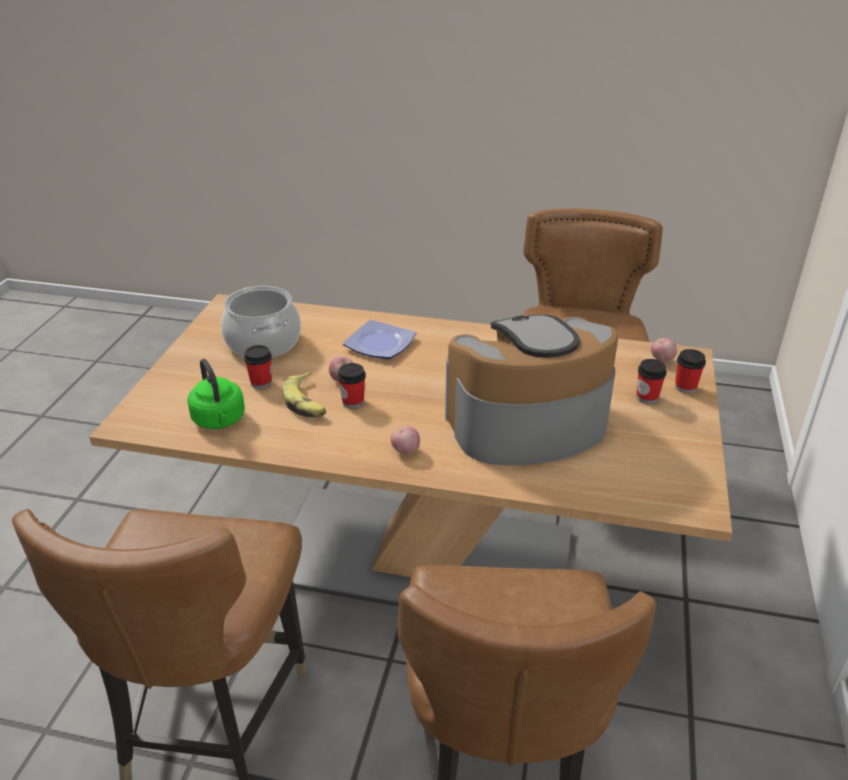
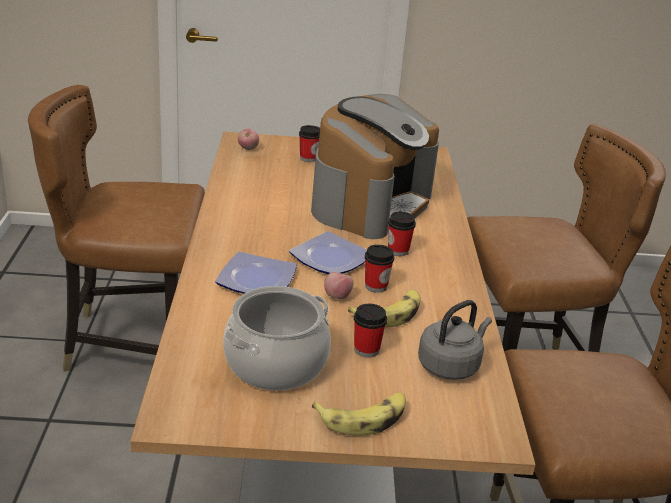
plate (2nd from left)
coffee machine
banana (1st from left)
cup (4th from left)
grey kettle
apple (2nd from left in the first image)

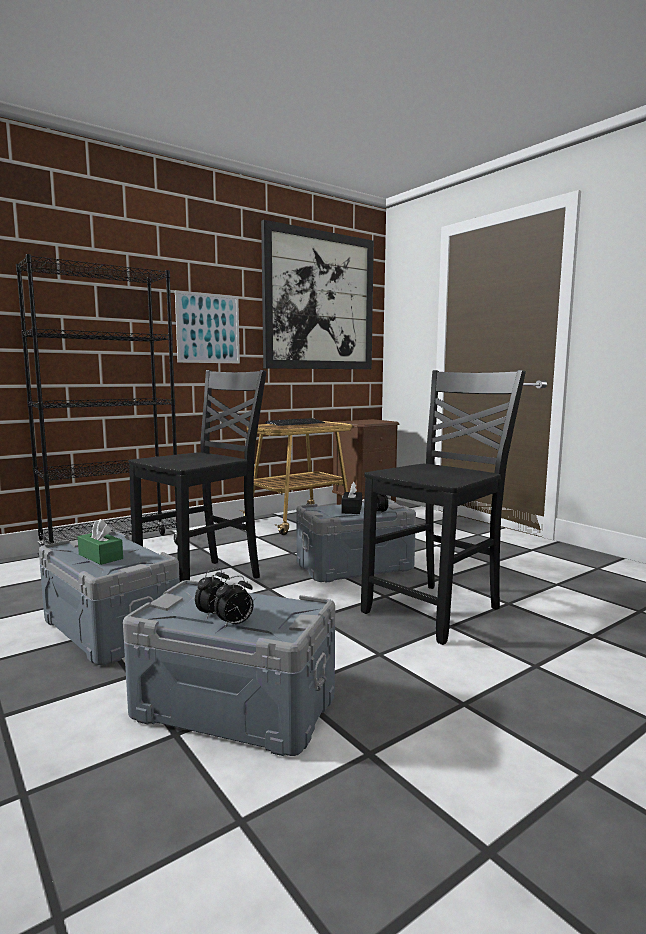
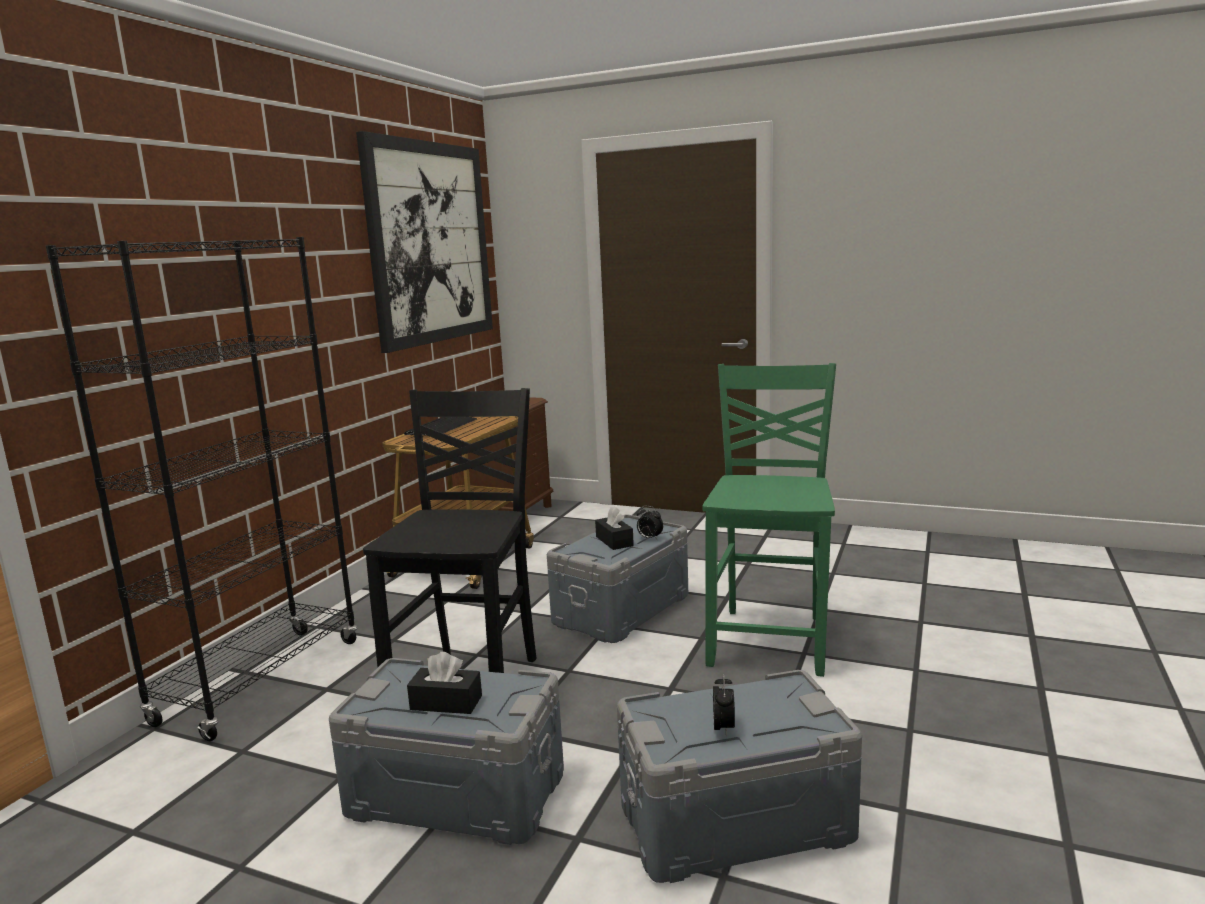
black tissue box (1st from left)
green chair
picture (1st from left in the first image)
alarm clock (2nd from left in the first image)

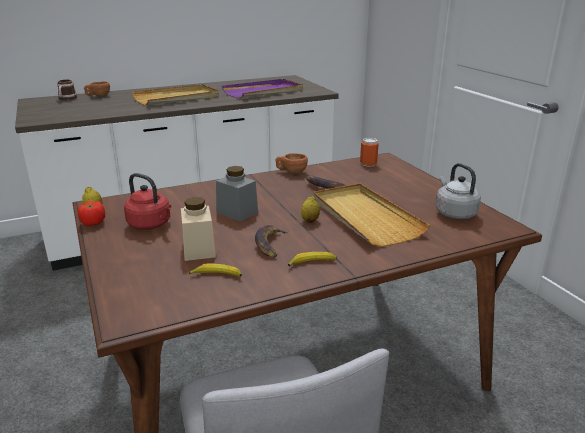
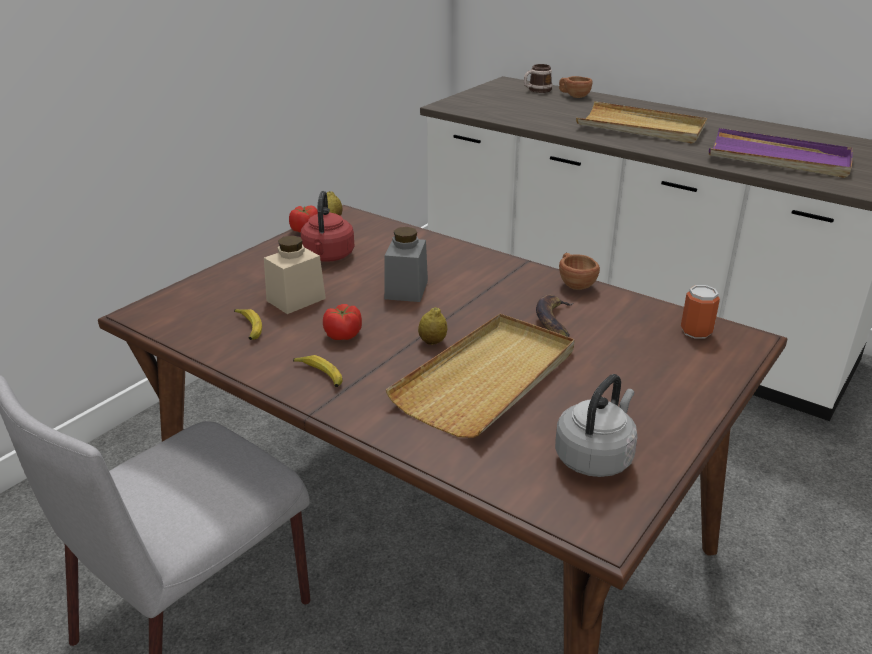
tomato (2nd from left)

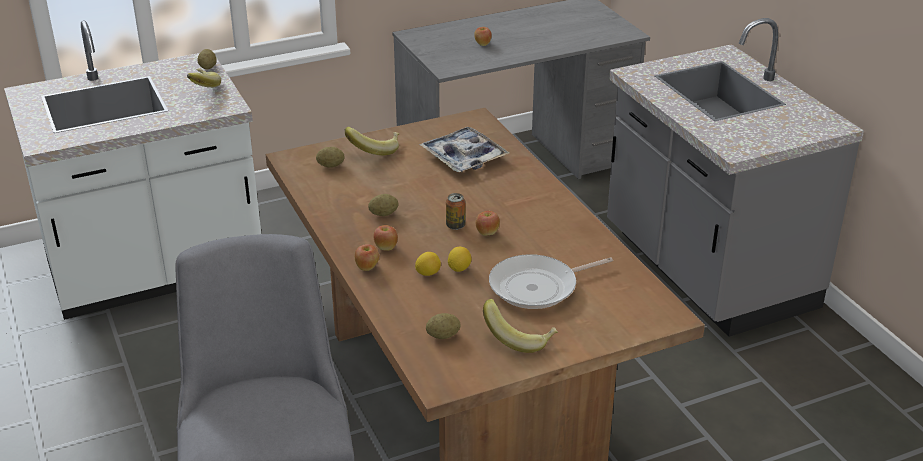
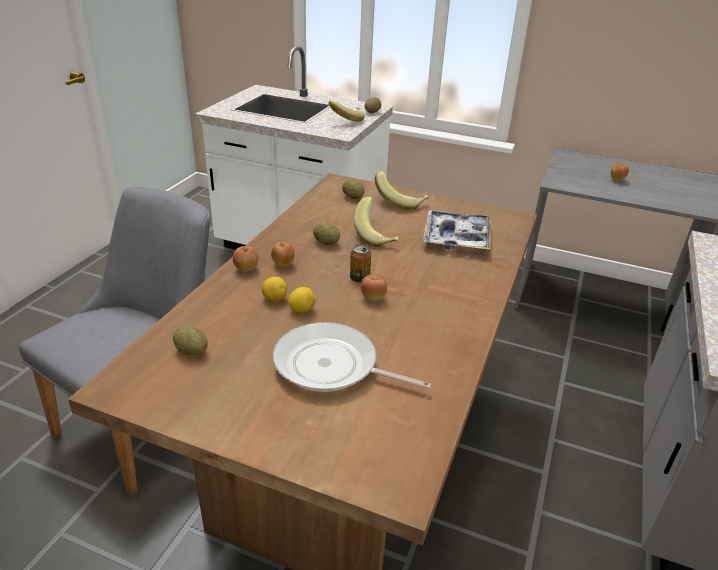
banana (2nd from left)

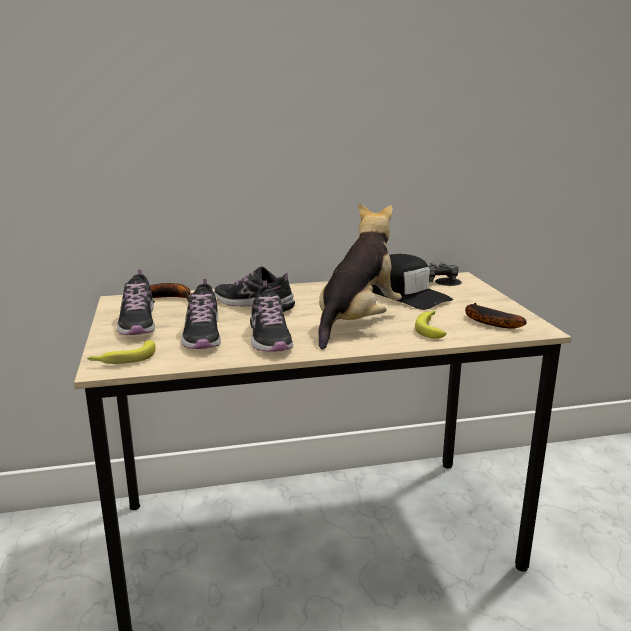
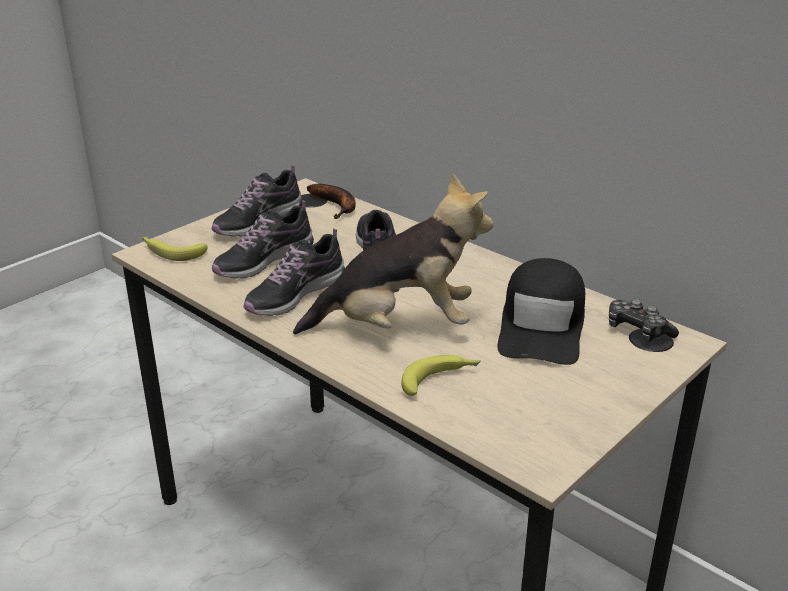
banana (4th from left in the first image)

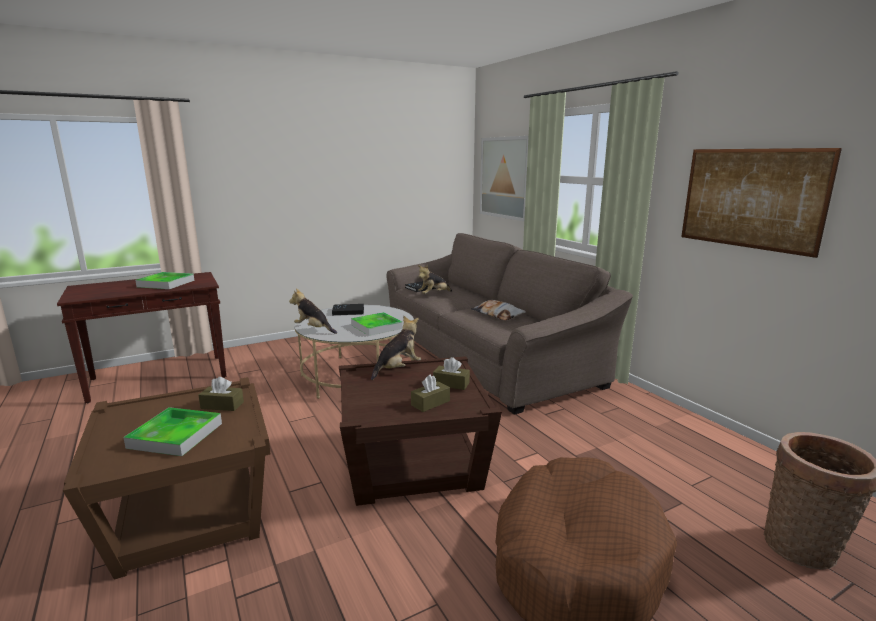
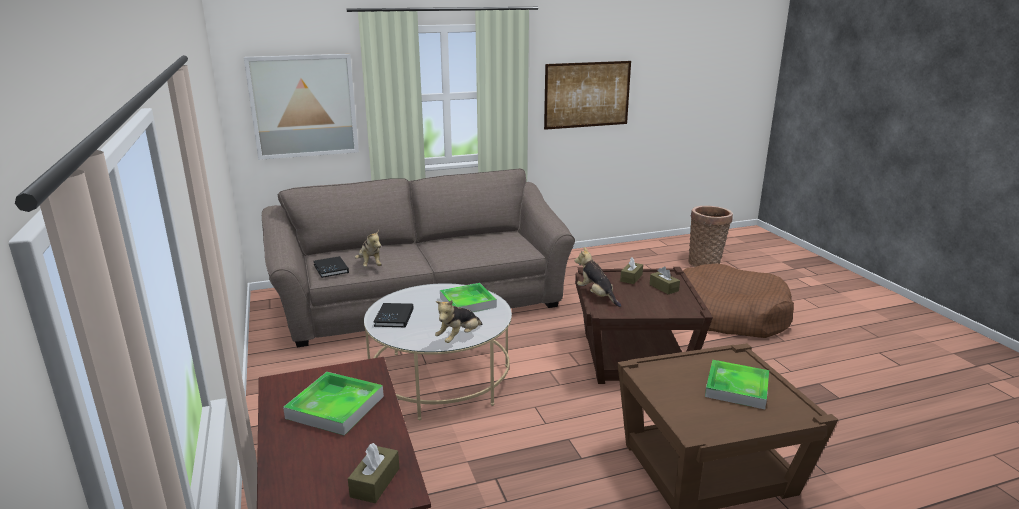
brown tissue box (1st from left)
pillow

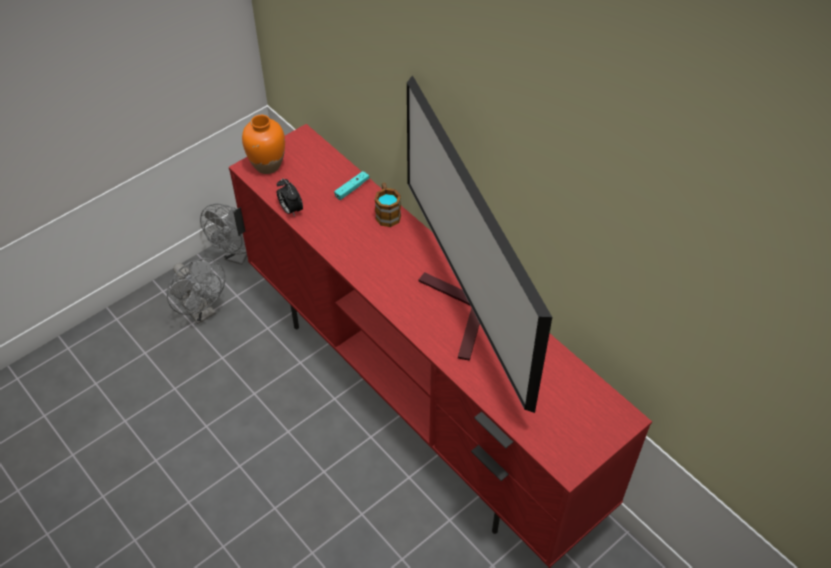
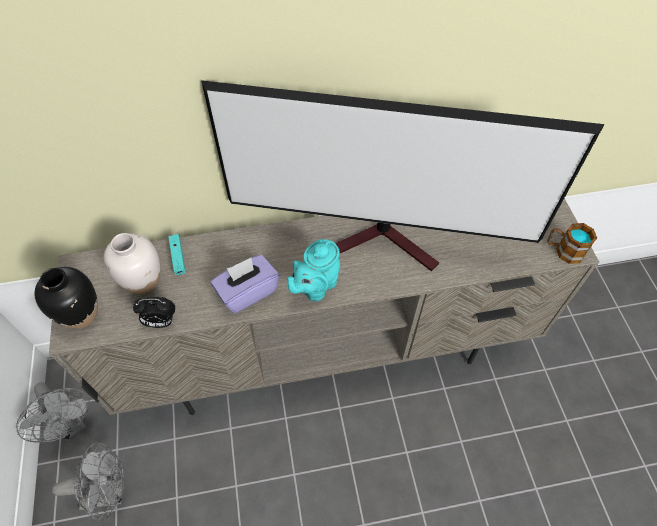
black vase
beige tv stand
white vase
purple tissue box
turquoise teapot
mug

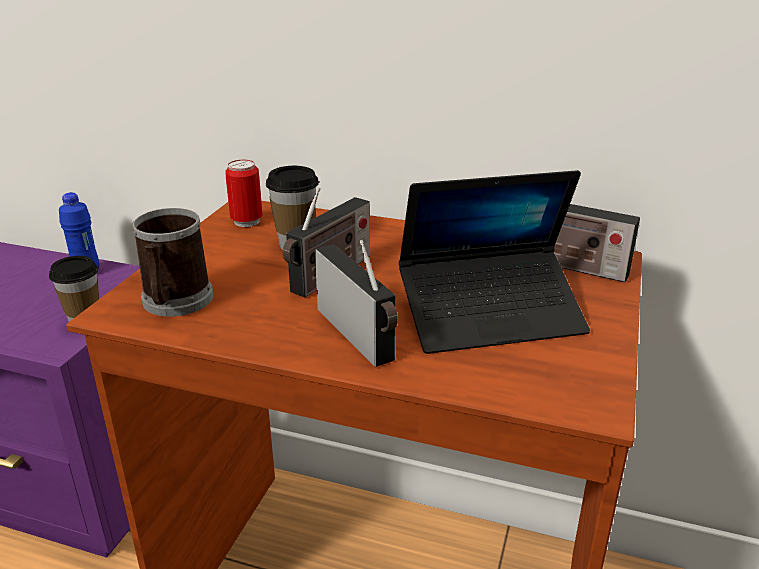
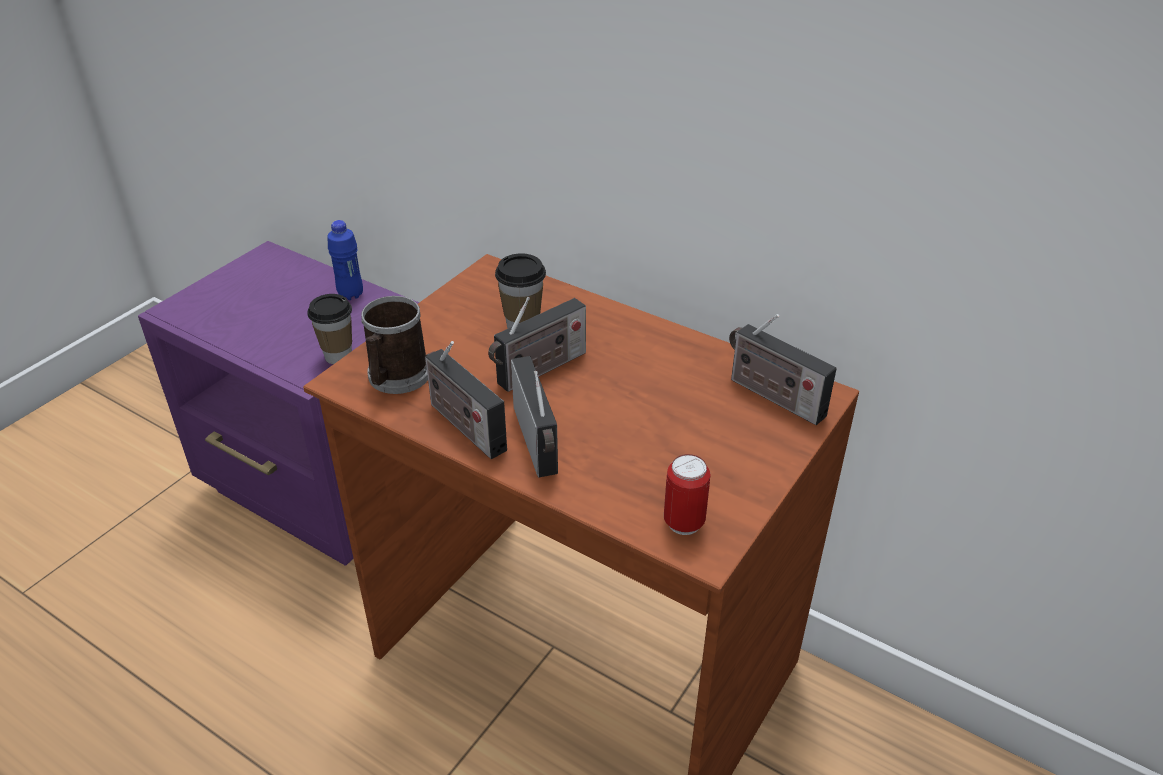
radio (1st from left)
can
laptop

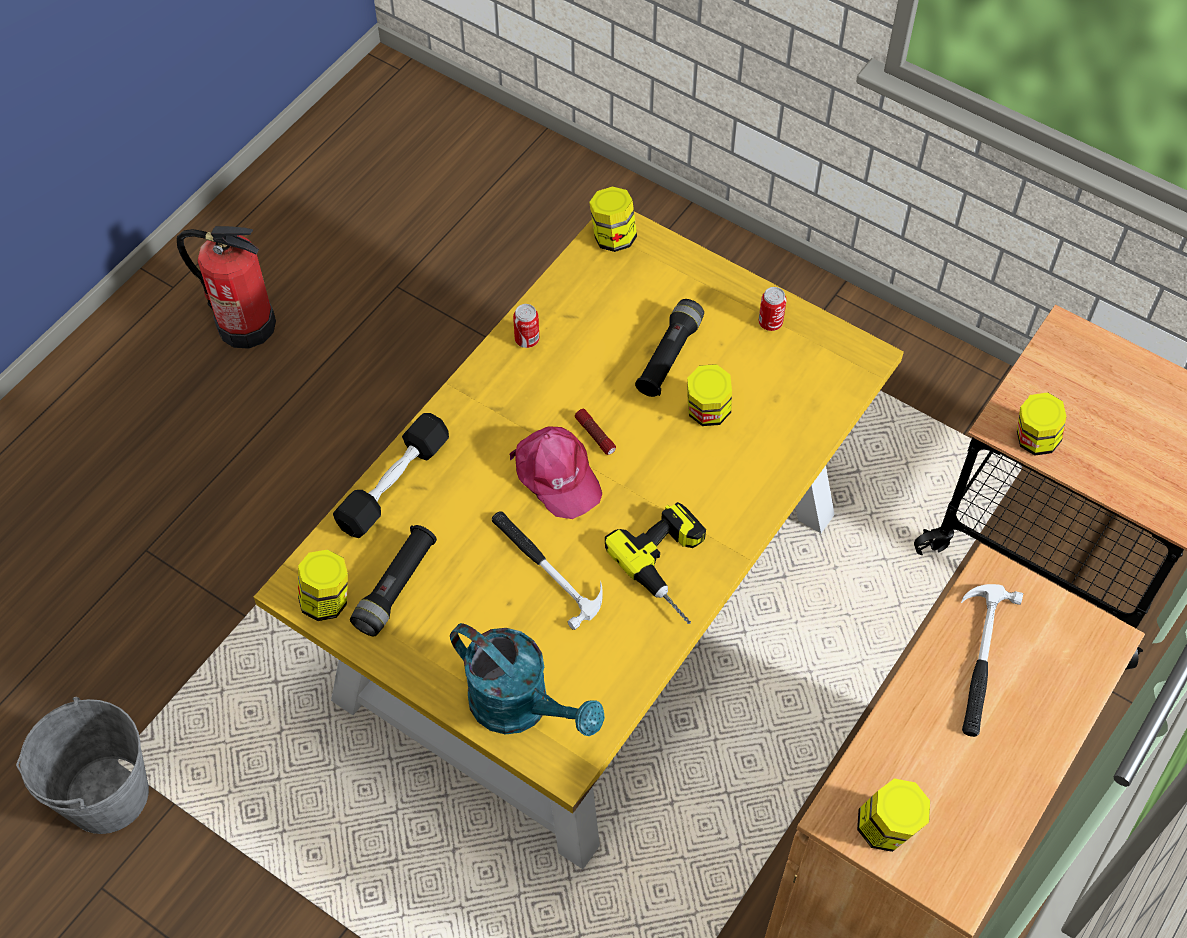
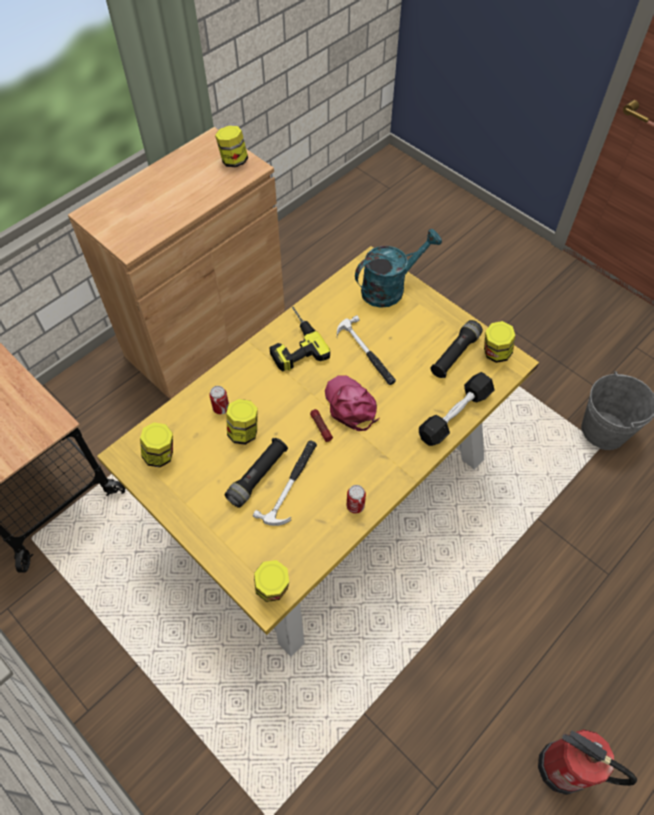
jar (1st from left)
can (1st from left)
hammer (1st from left)
turquoise watering can

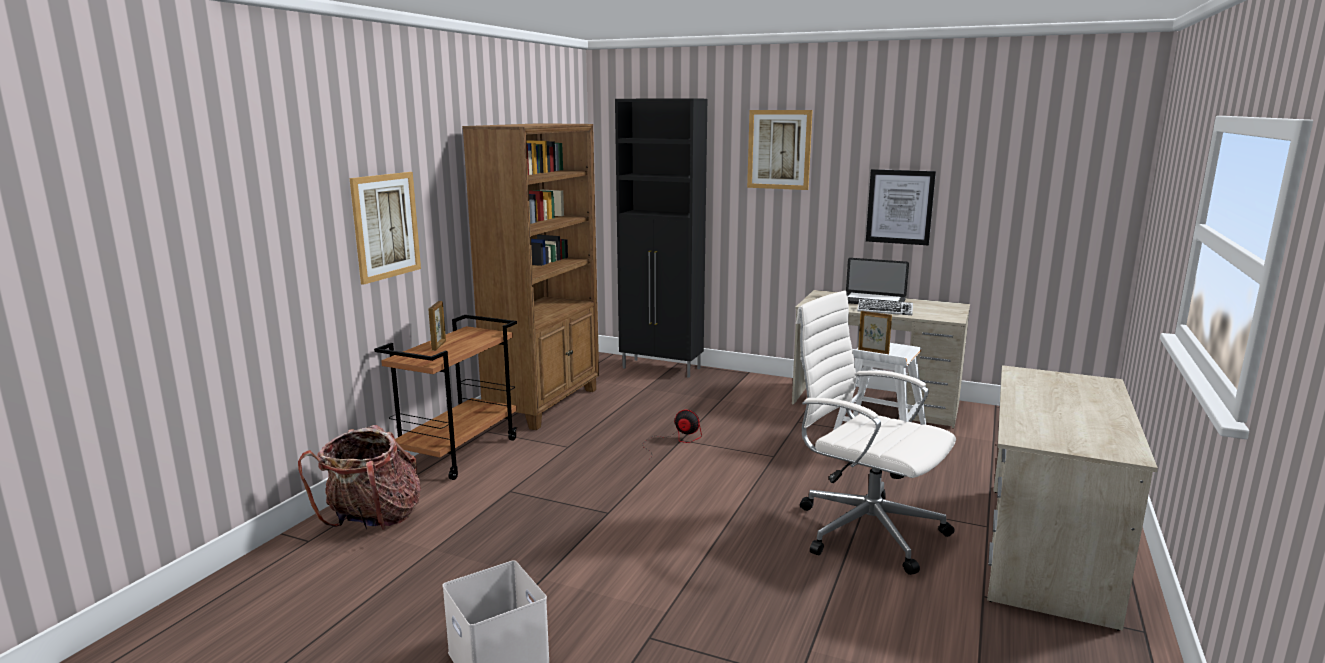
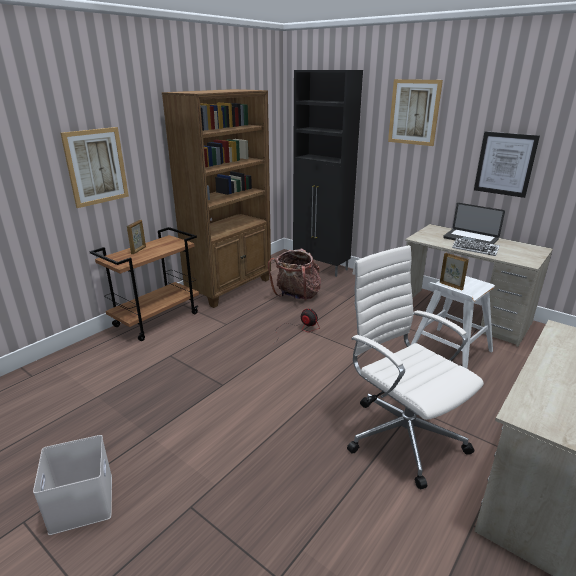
backpack

